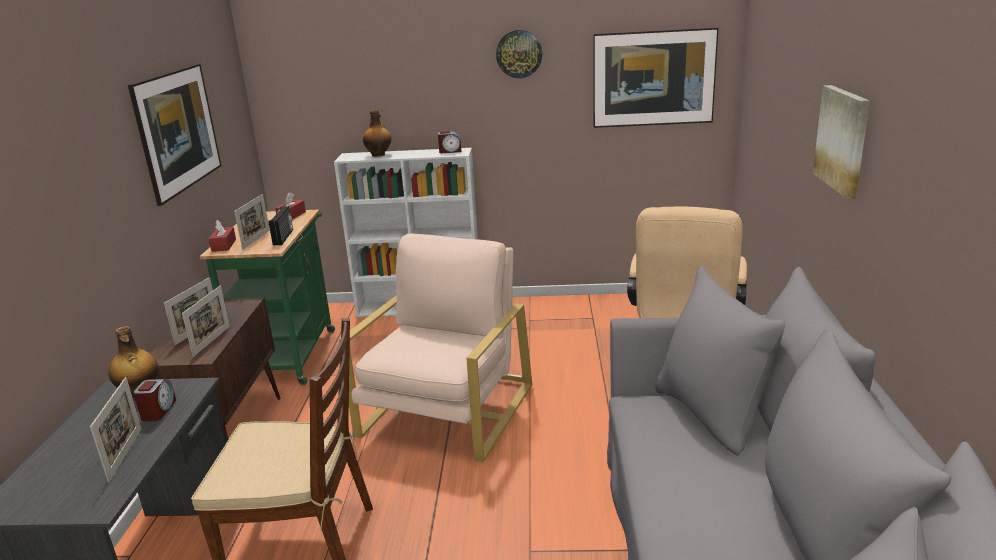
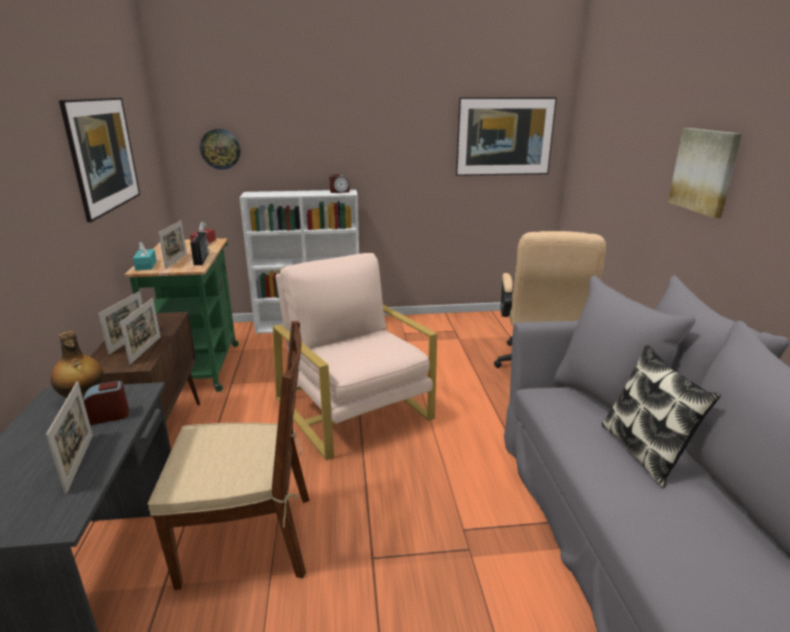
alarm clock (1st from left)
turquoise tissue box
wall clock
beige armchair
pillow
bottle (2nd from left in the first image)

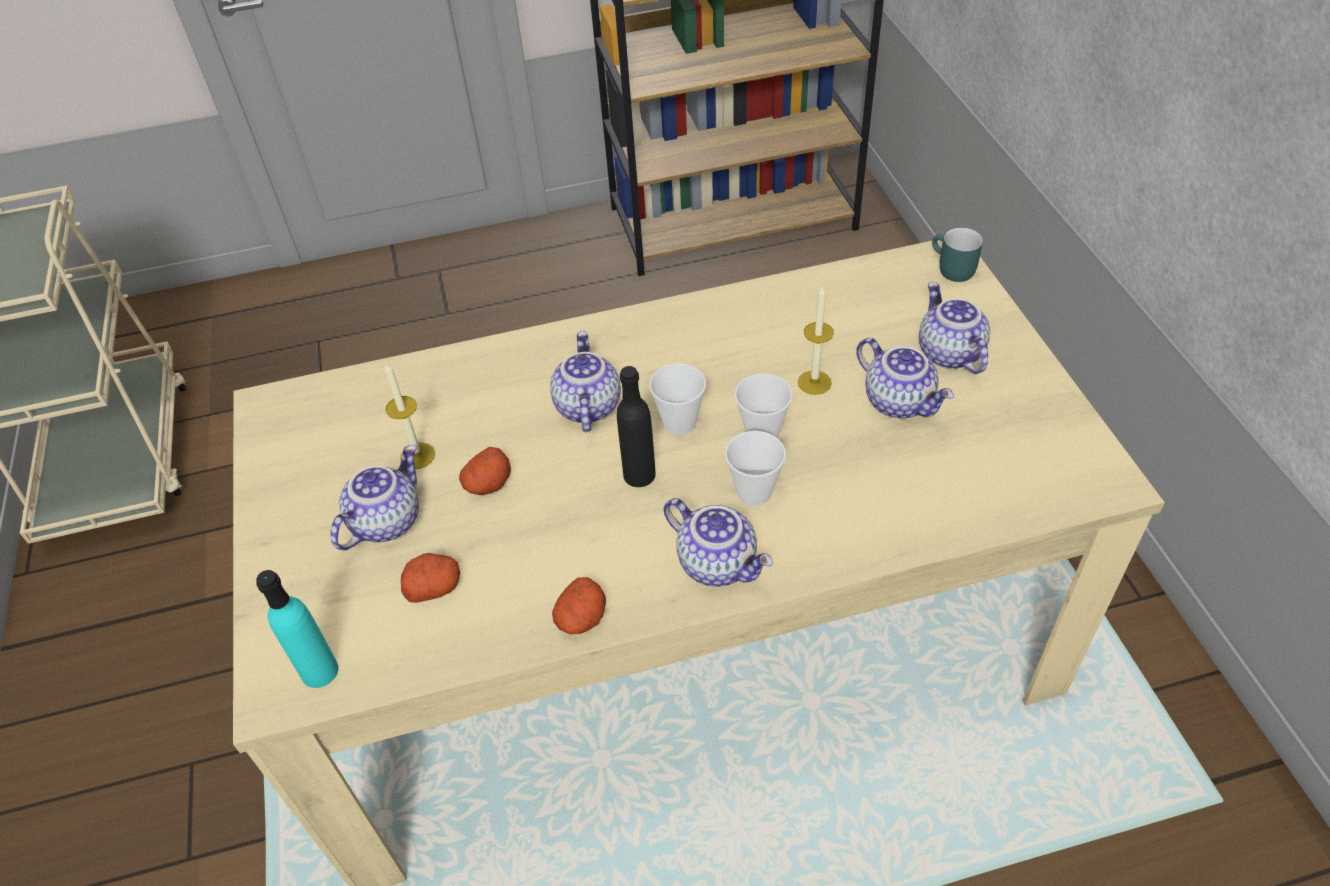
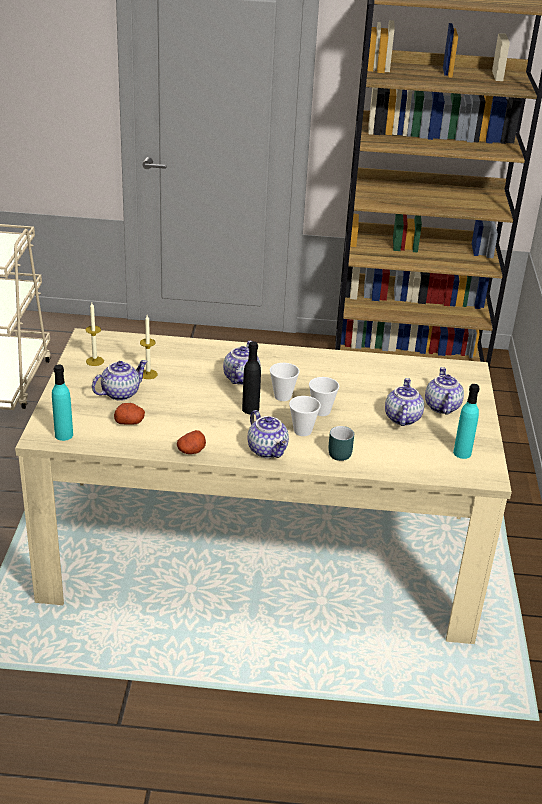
candle (1st from left)
turquoise mug
teapot (4th from left)
turquoise bottle (2nd from left)
potato (2nd from left in the first image)

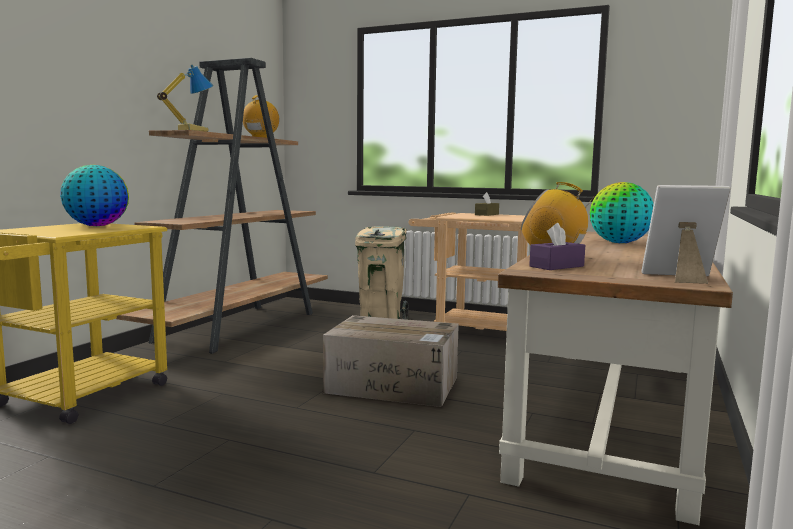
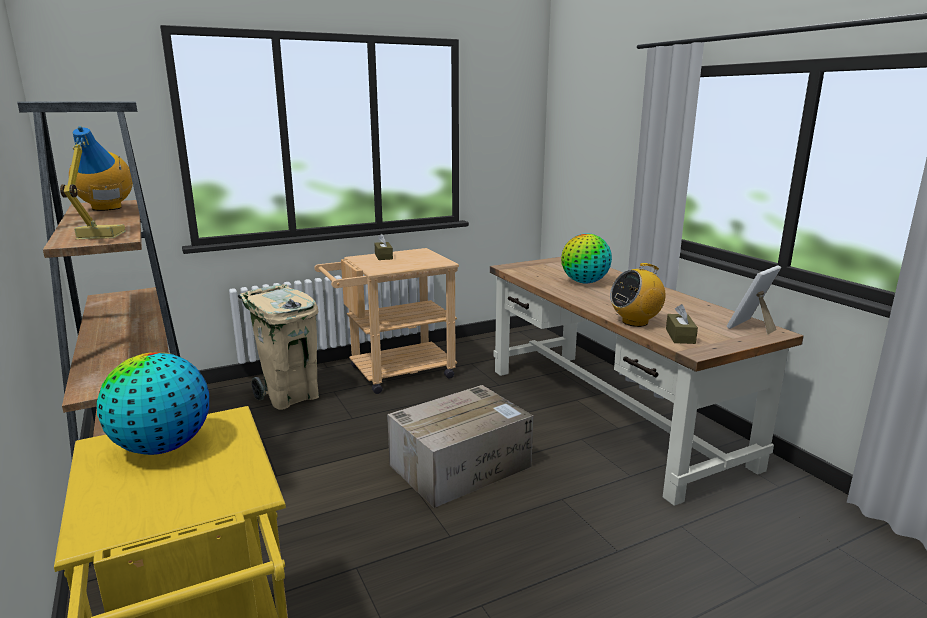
brown tissue box (2nd from left)

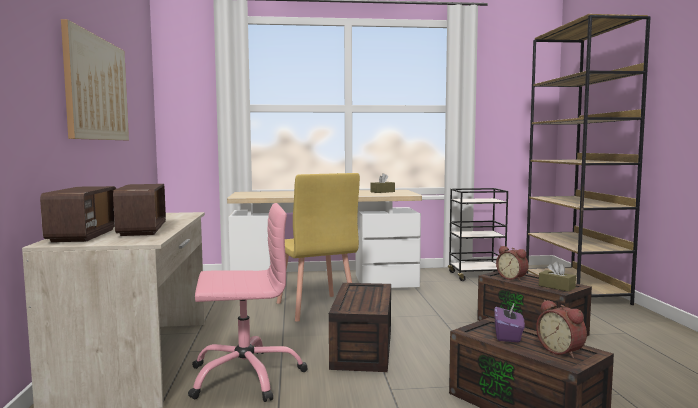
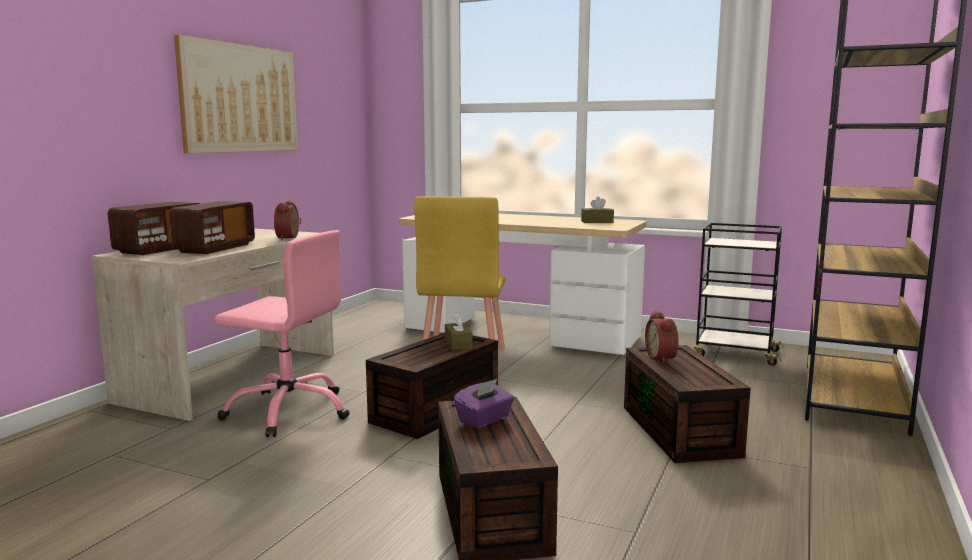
alarm clock (1st from left)
brown tissue box (1st from left)

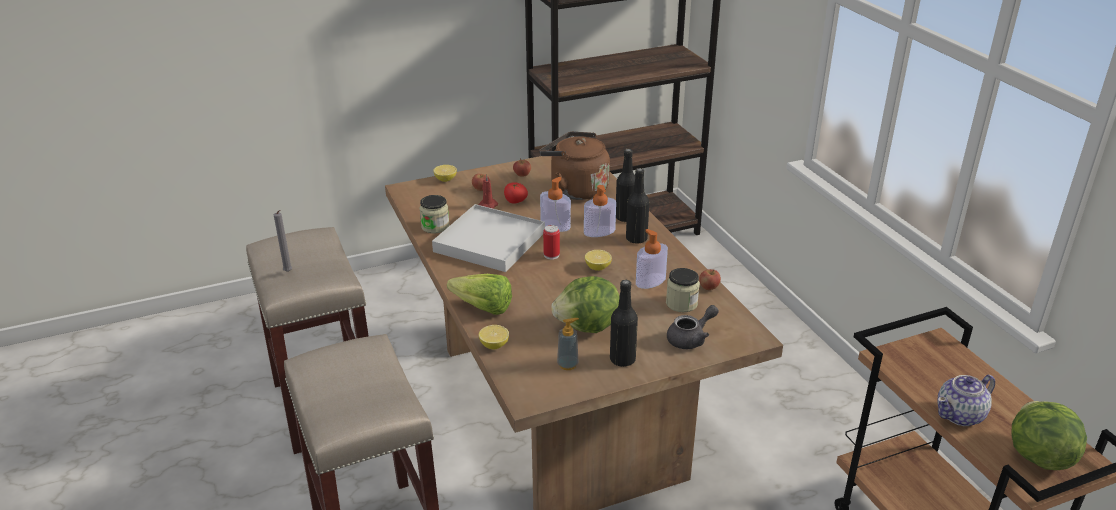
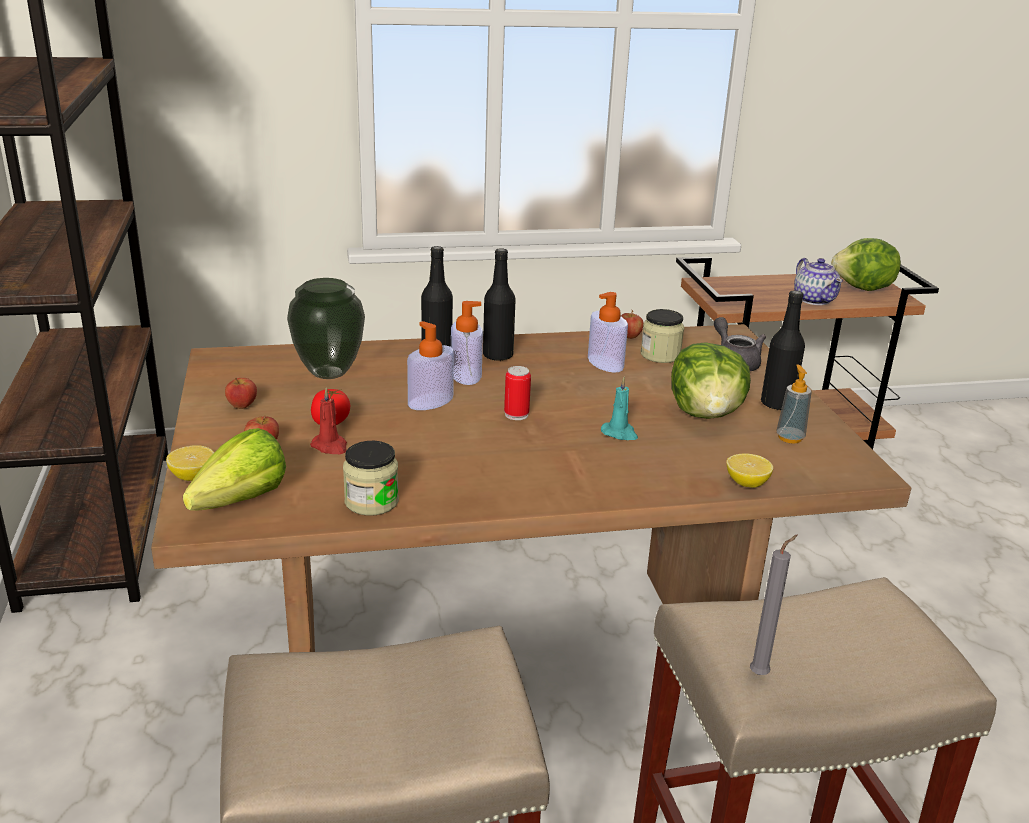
lettuce (1st from left)
vase
turquoise candle
grey candle
white tray
lemon (3rd from left in the first image)

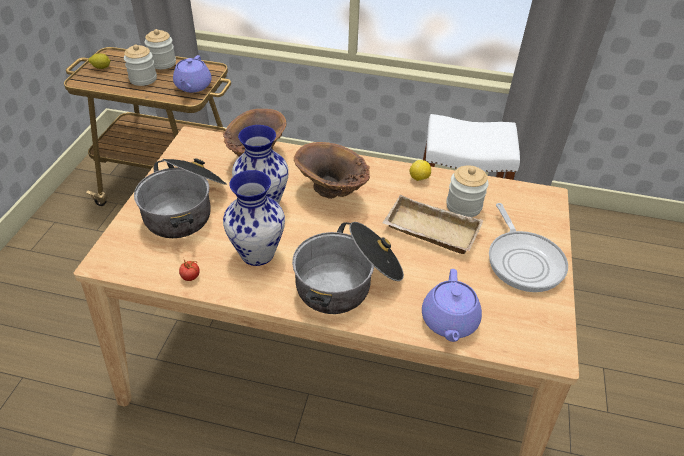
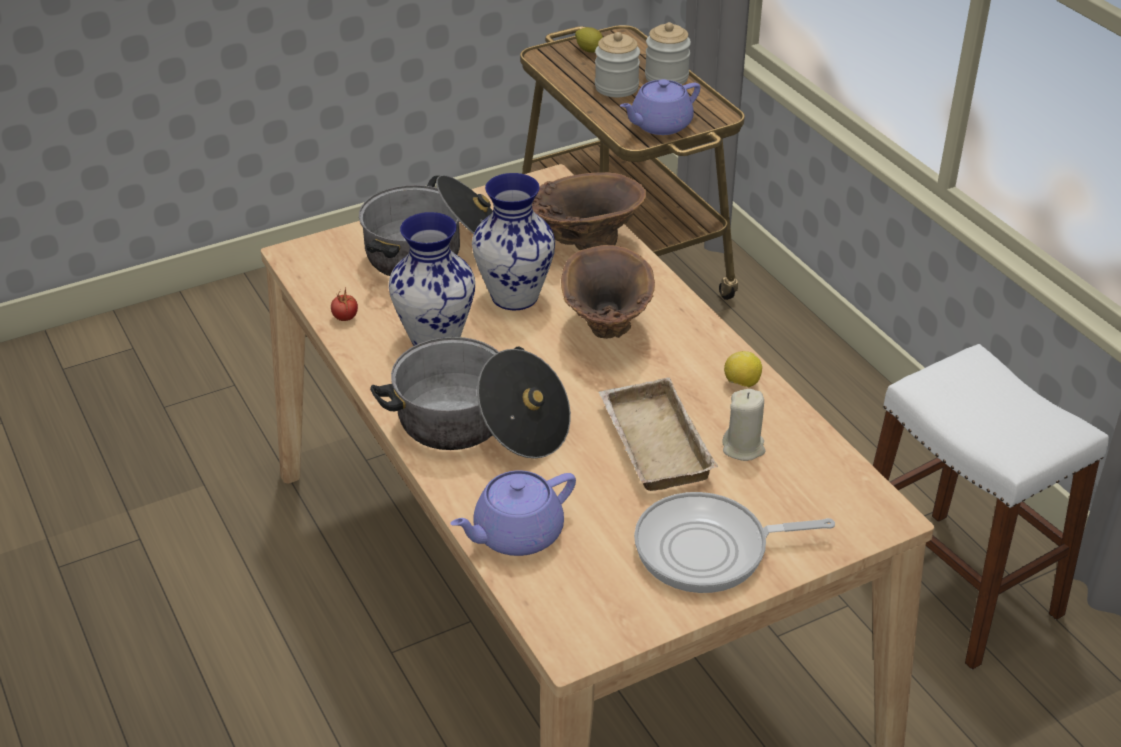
frying pan
beige candle

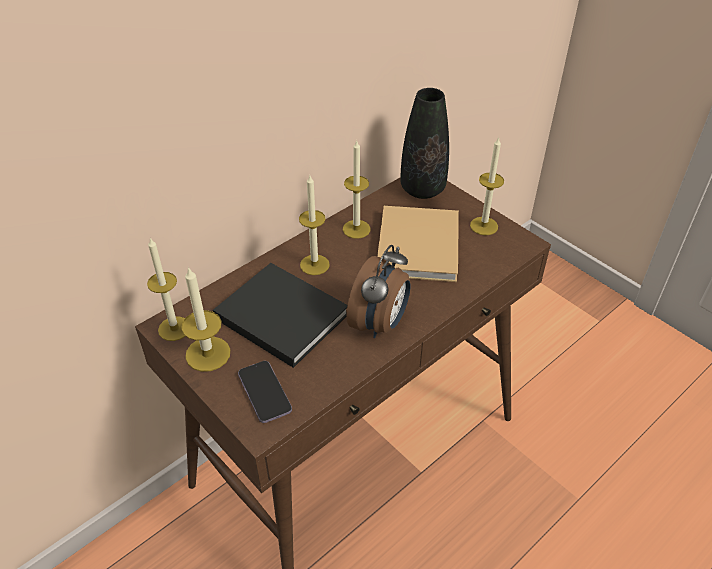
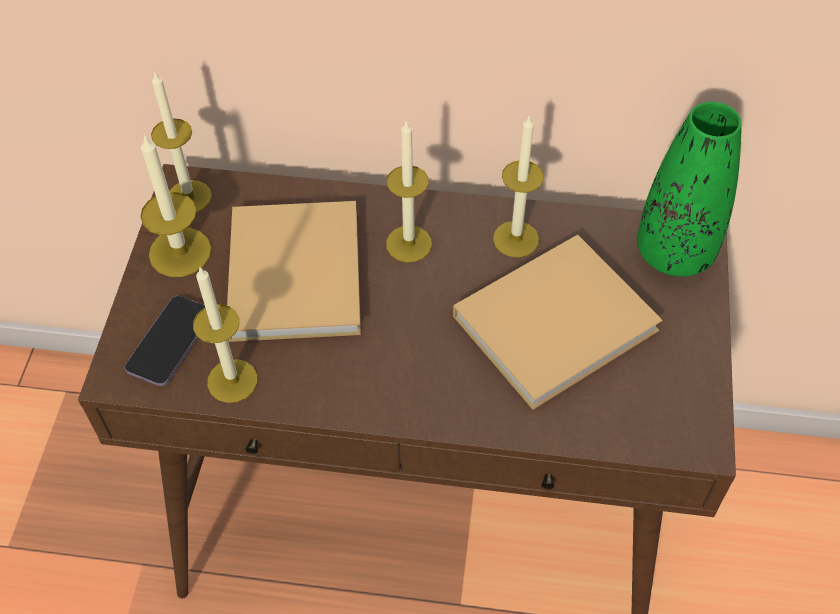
candle (3rd from left)
beige book (1st from left)
green vase
alarm clock

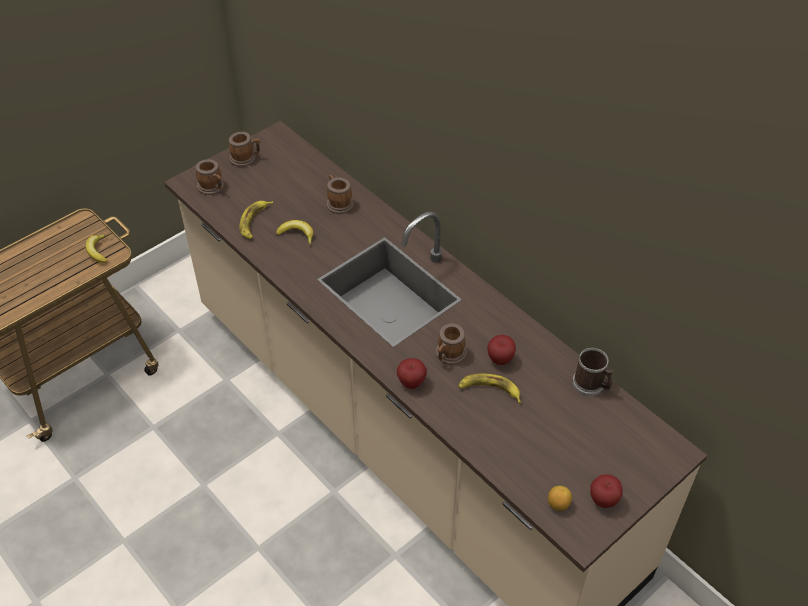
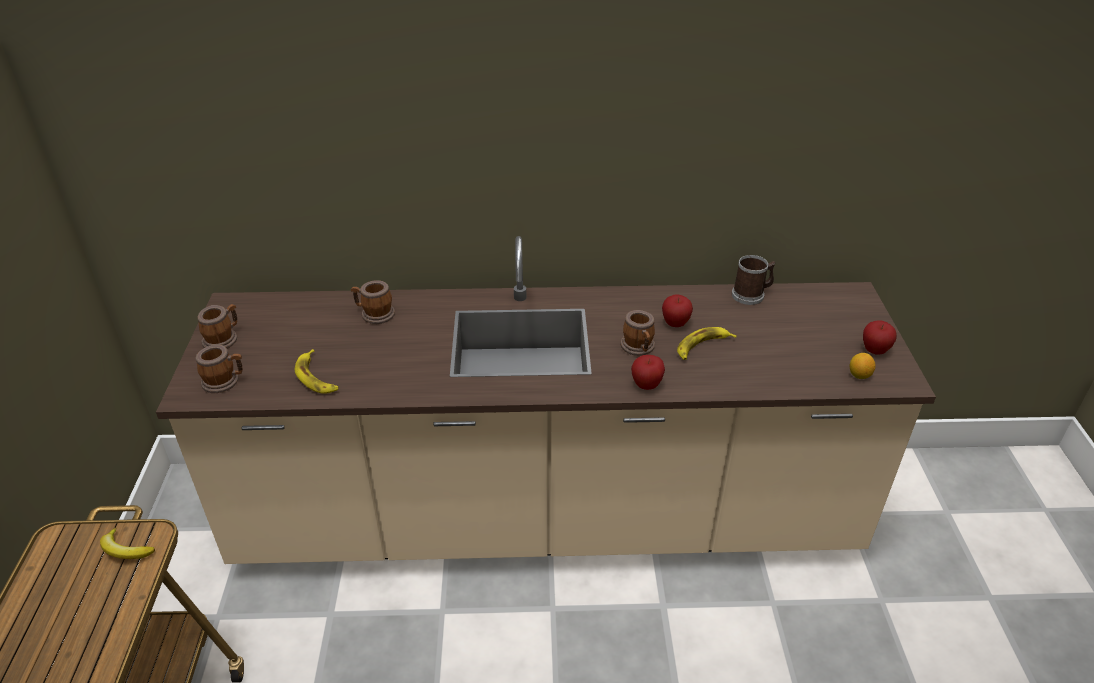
banana (3rd from left in the first image)

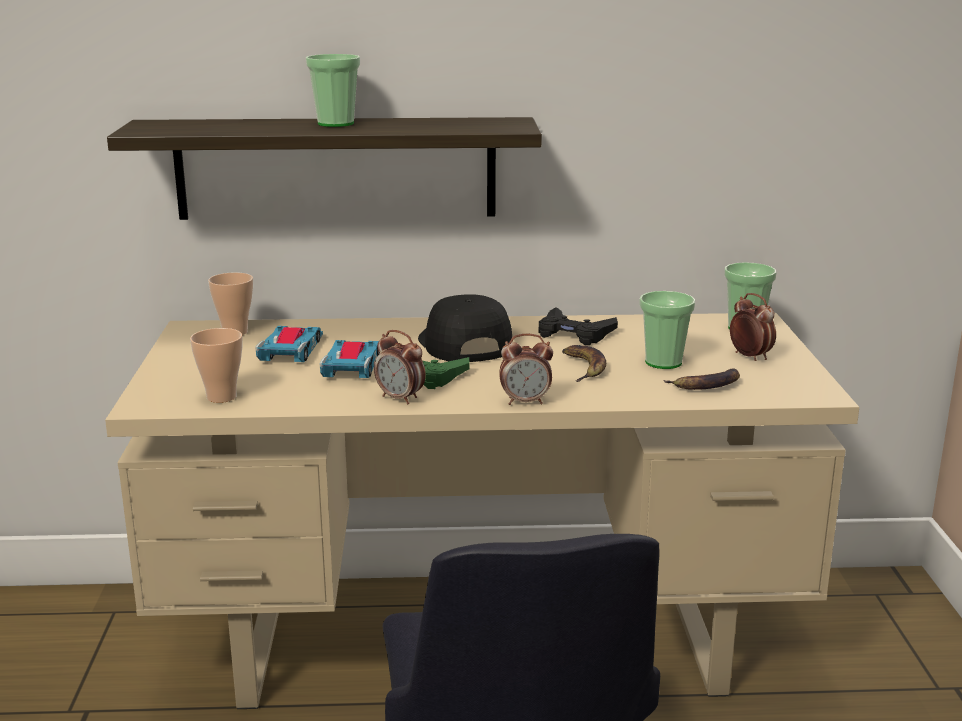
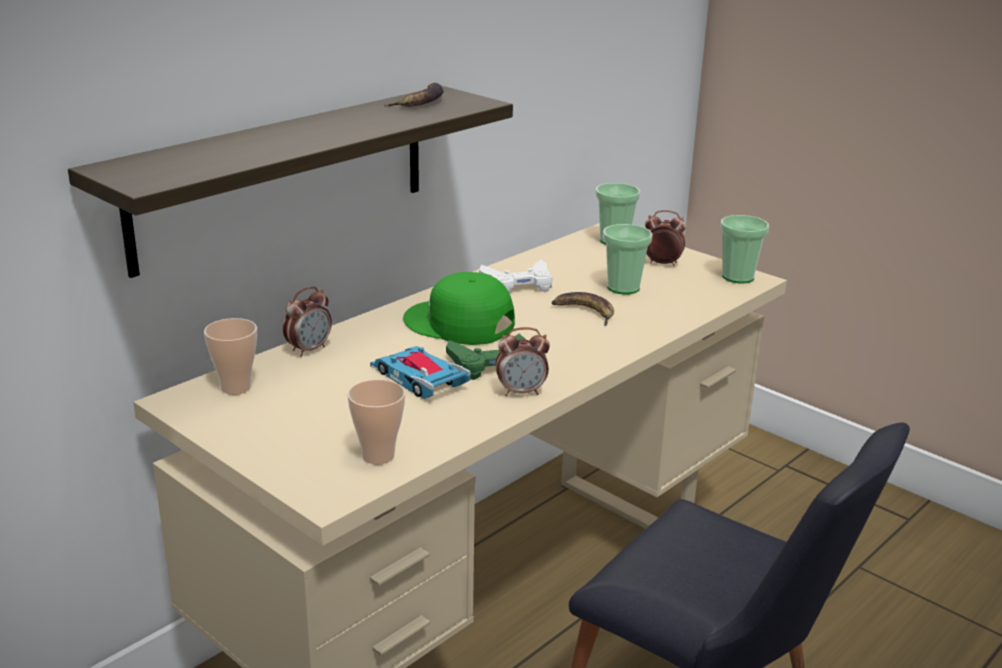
alarm clock (1st from left)
banana (1st from left)
green cap
white game controller
cup (5th from left)
toy car (1st from left in the first image)

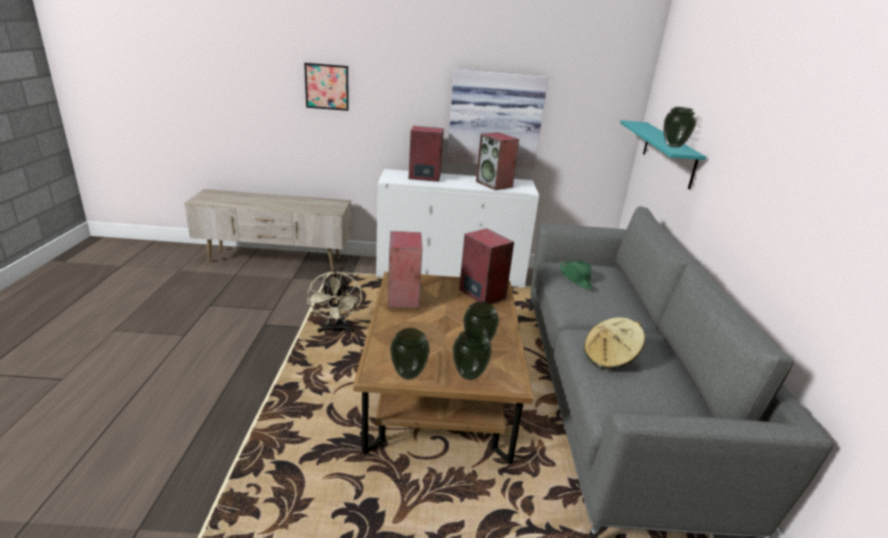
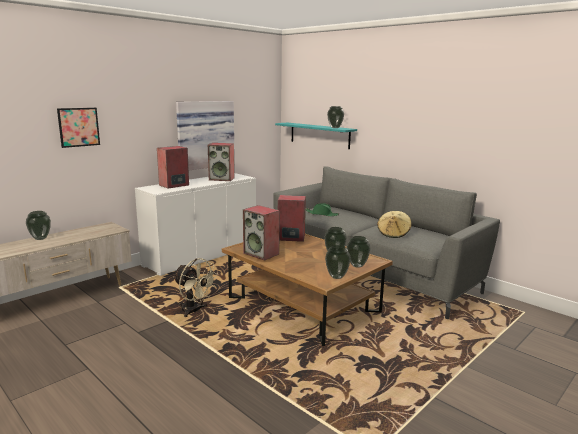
vase (1st from left)

